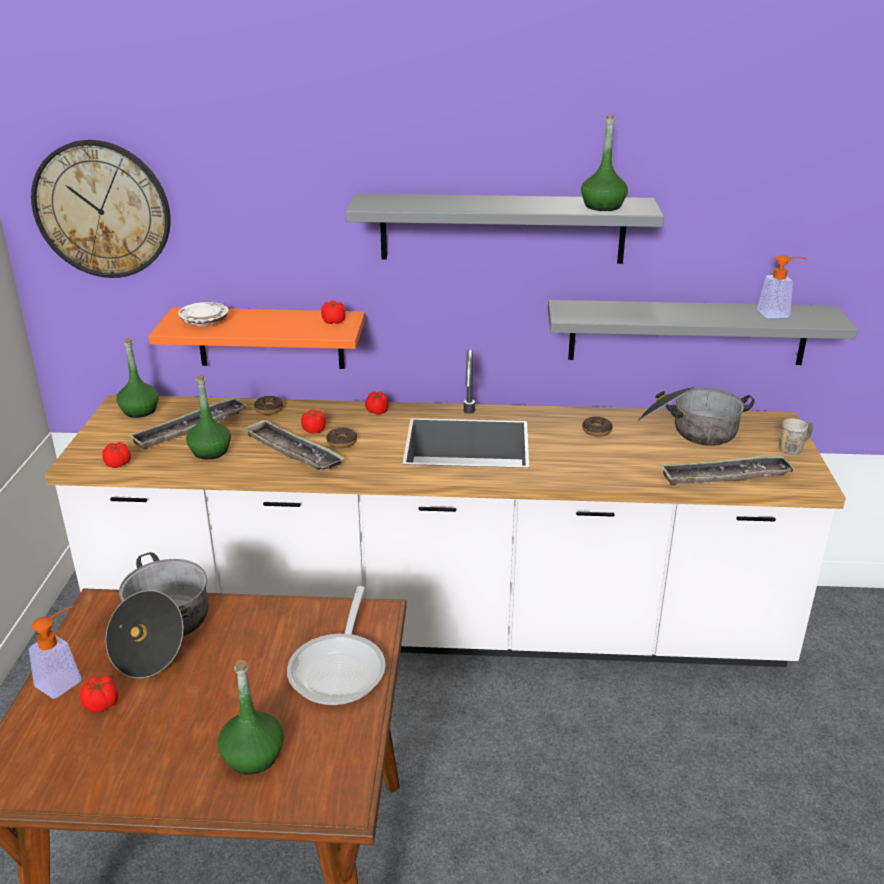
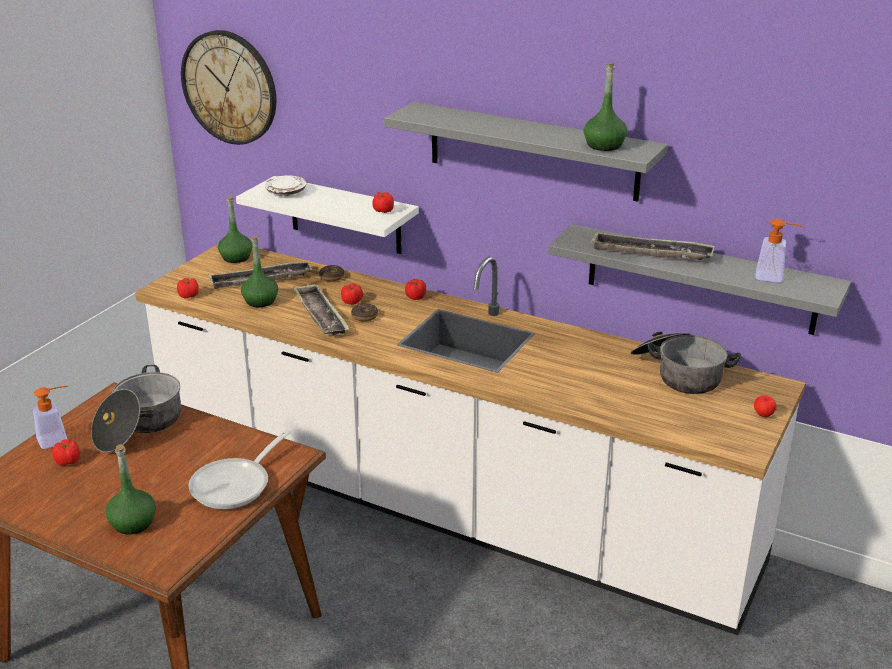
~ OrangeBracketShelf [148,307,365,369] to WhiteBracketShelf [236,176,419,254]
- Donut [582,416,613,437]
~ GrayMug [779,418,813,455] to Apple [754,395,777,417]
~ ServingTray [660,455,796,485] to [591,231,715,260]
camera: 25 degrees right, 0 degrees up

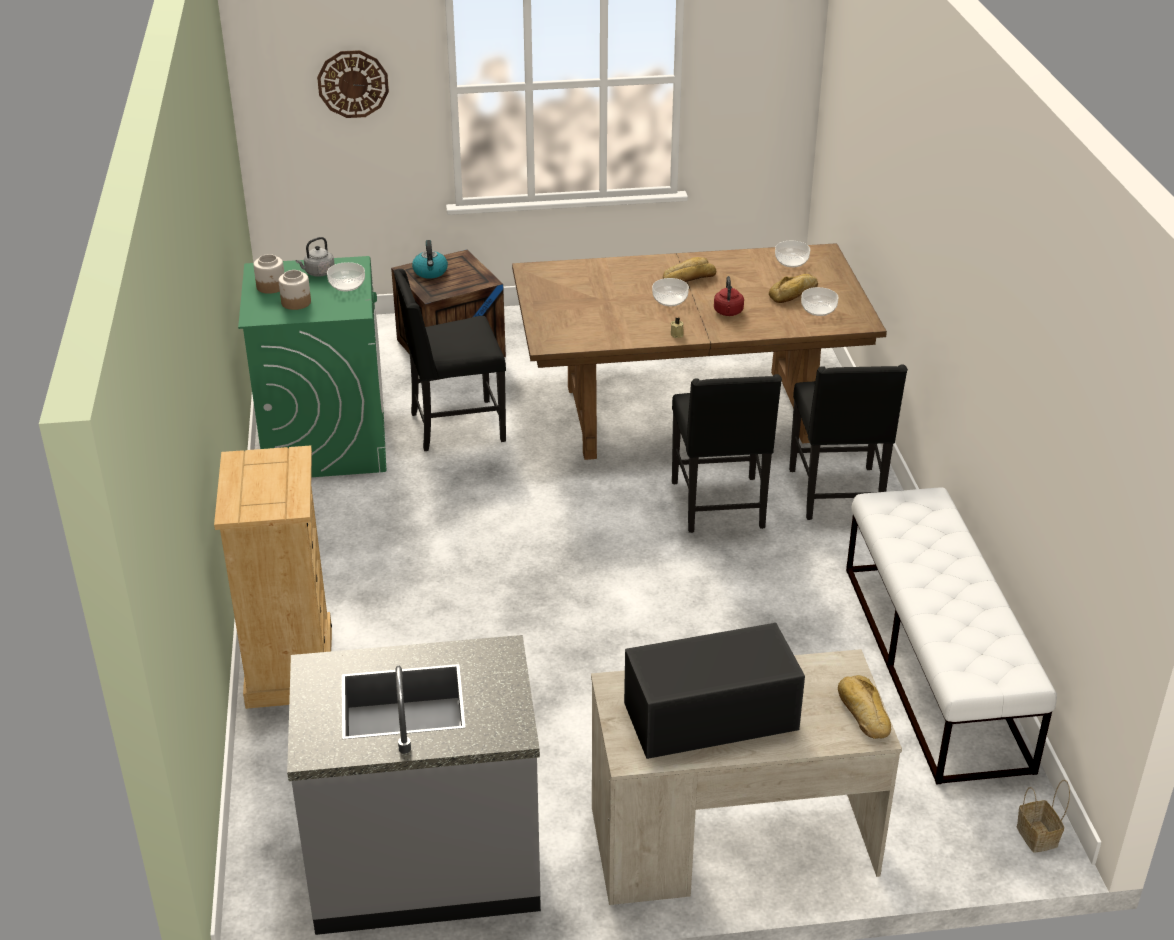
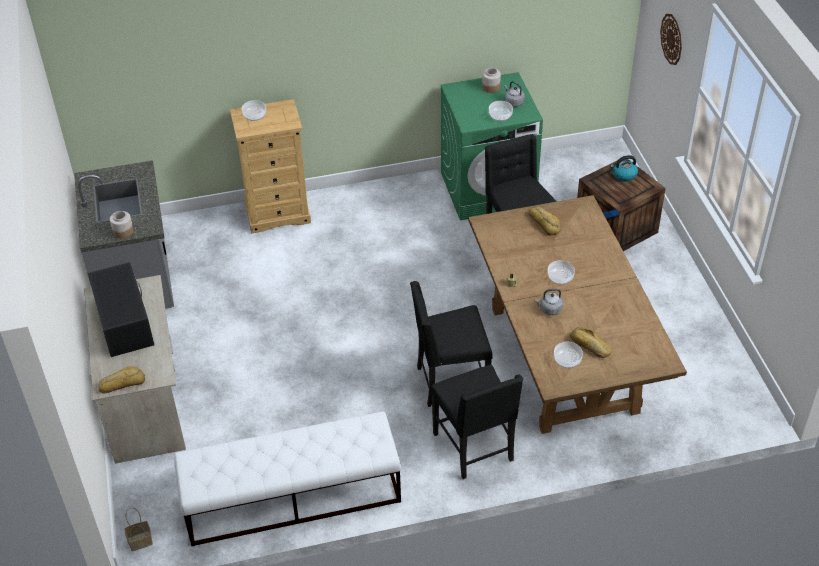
~ ServingBowl [775,241,810,267] to [242,100,266,121]
~ Bread [663,257,716,282] to [529,206,561,235]
~ PreserveJar [278,270,311,310] to [110,211,134,238]
~ RedKettle [714,276,744,316] to GrayKettle [534,289,563,315]
~ BlackishUprightChair [789,365,908,520] = [431,364,523,479] 105 degrees counterclockwise
camera: 85 degrees right, 10 degrees up

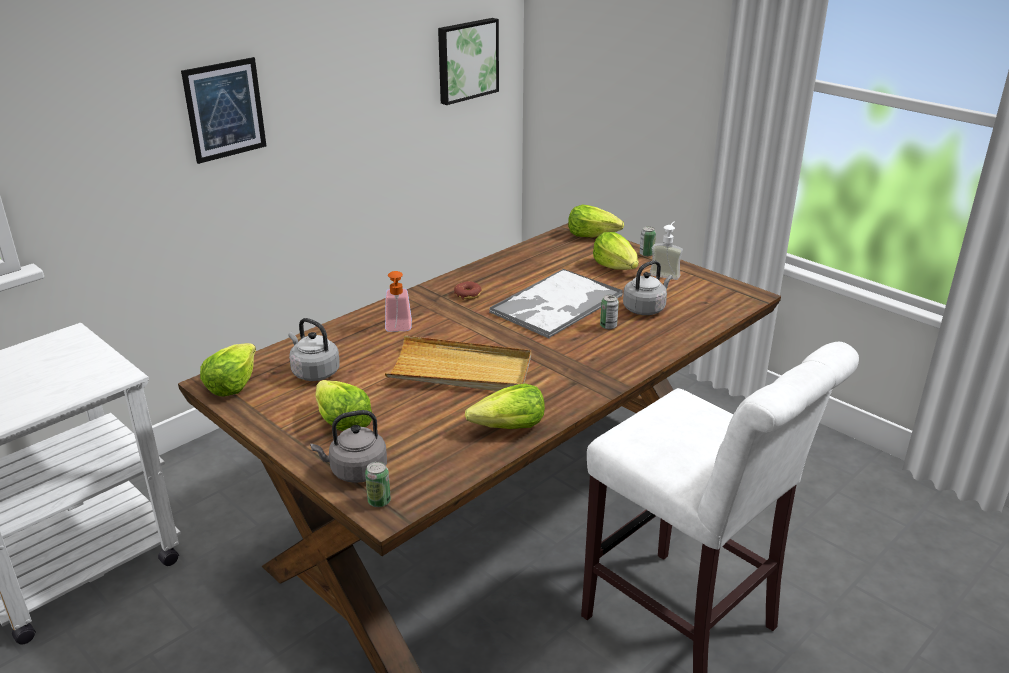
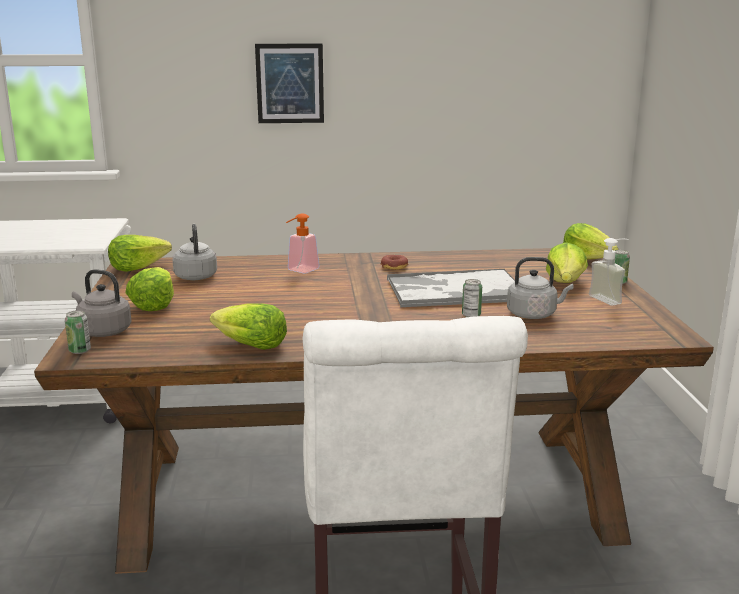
- WallPicture [438,18,499,105]
- SandColouredServingTray [385,336,531,391]
camera: 40 degrees right, 10 degrees down

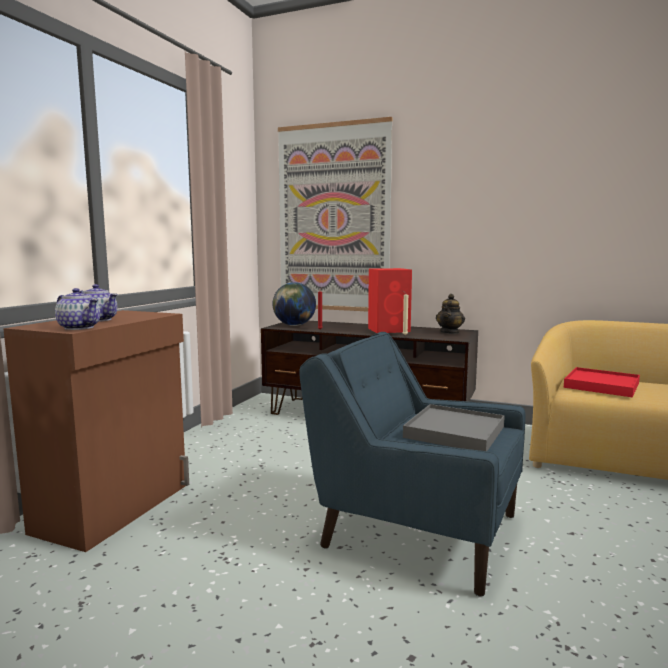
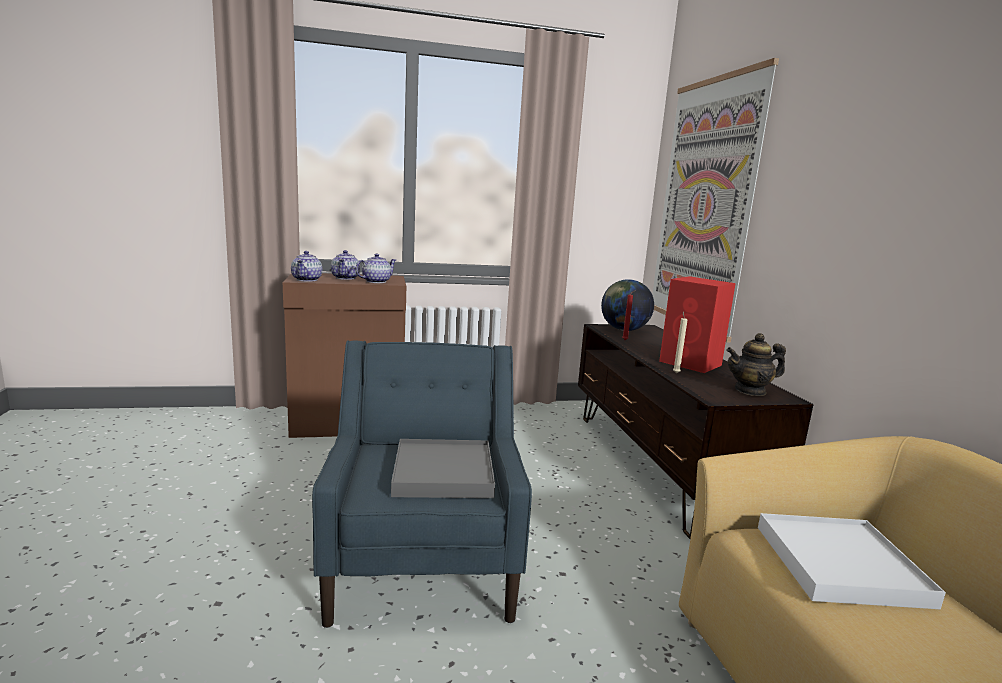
~ RedServingTray [564,367,640,397] to WhiteServingTray [758,513,946,609]
+ Teapot [355,253,396,283]
camera: 55 degrees right, 5 degrees up

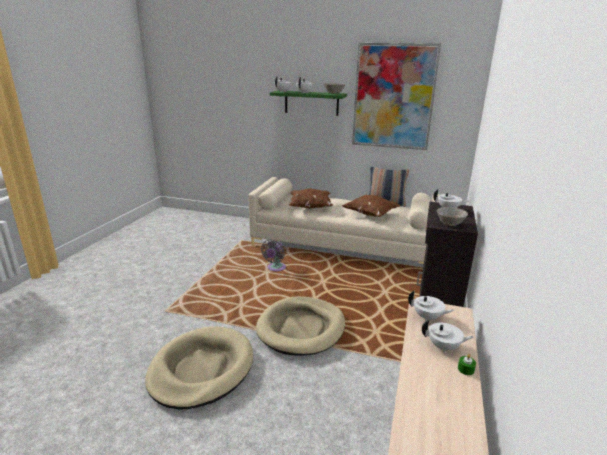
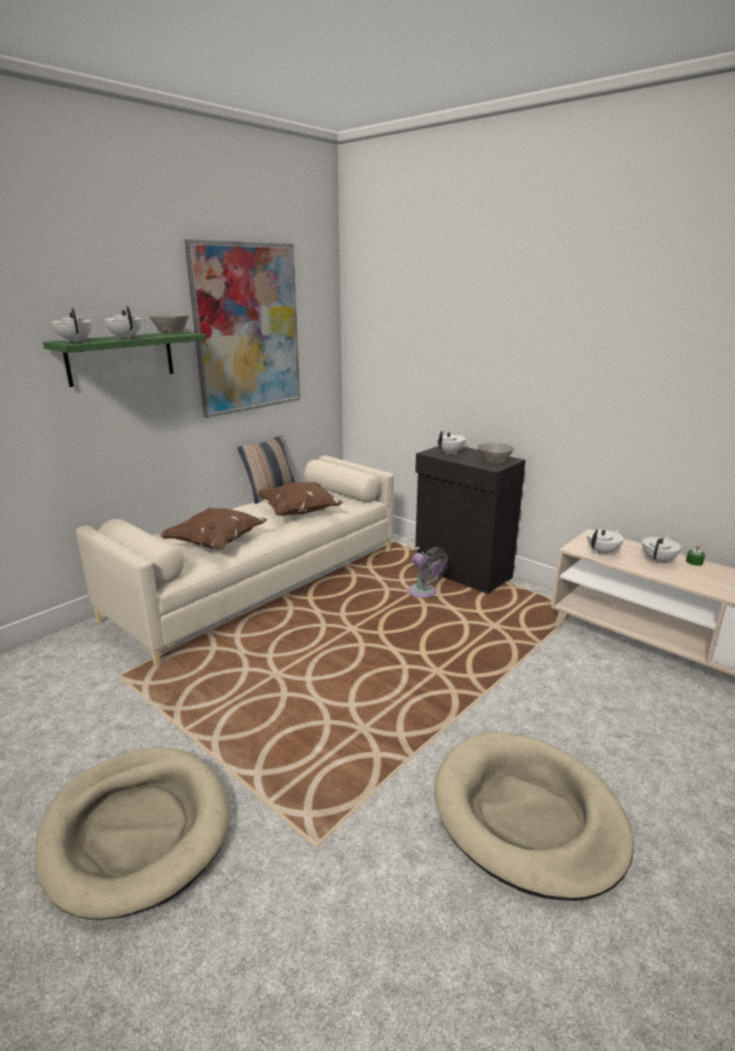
~ GrayFan [261,239,286,271] to [408,547,448,598]
~ SandColouredDogCushion [256,296,345,356] to [35,747,230,920]
camera: 65 degrees left, 0 degrees up

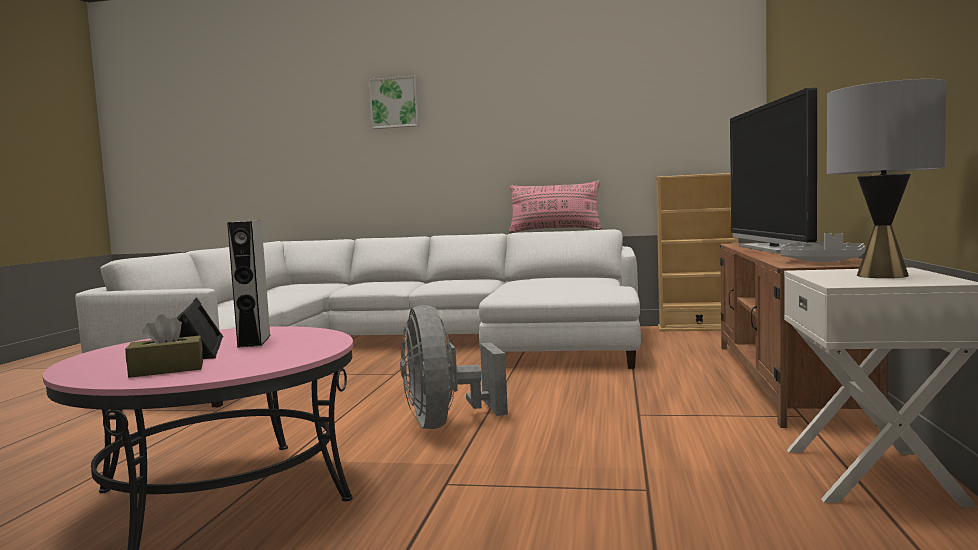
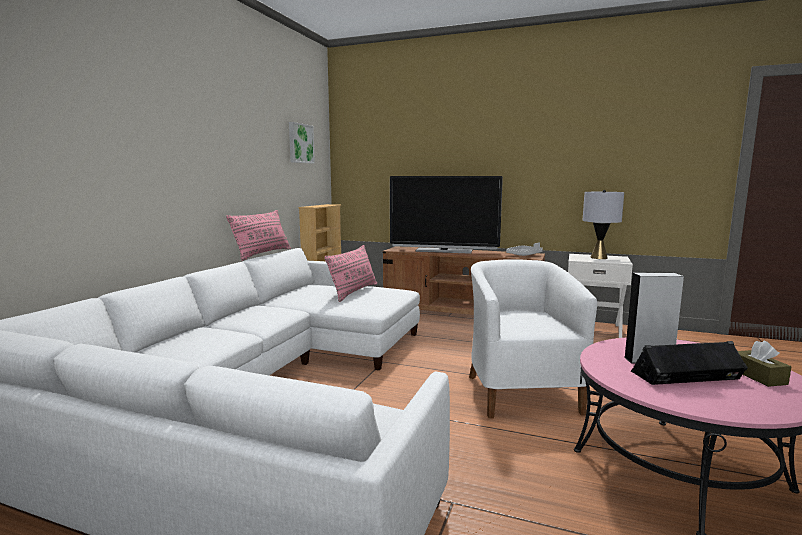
~ WallPicture [368,76,420,129] to [289,122,315,164]
~ GrayFan [400,305,508,429] to WhiteLoungeChair [469,259,597,418]
+ PinkishPillow [324,245,377,302]
camera: 80 degrees left, 5 degrees up

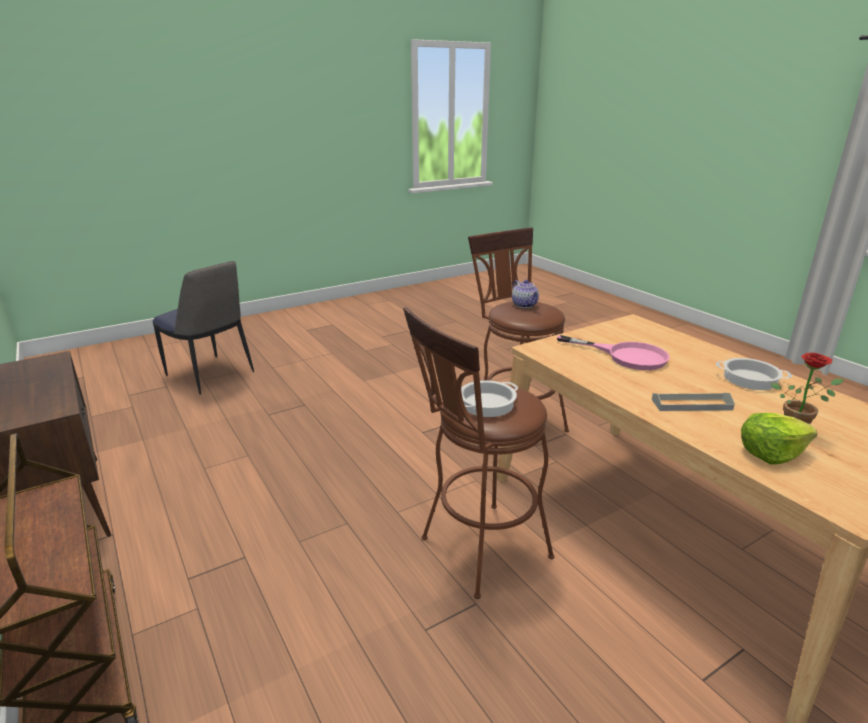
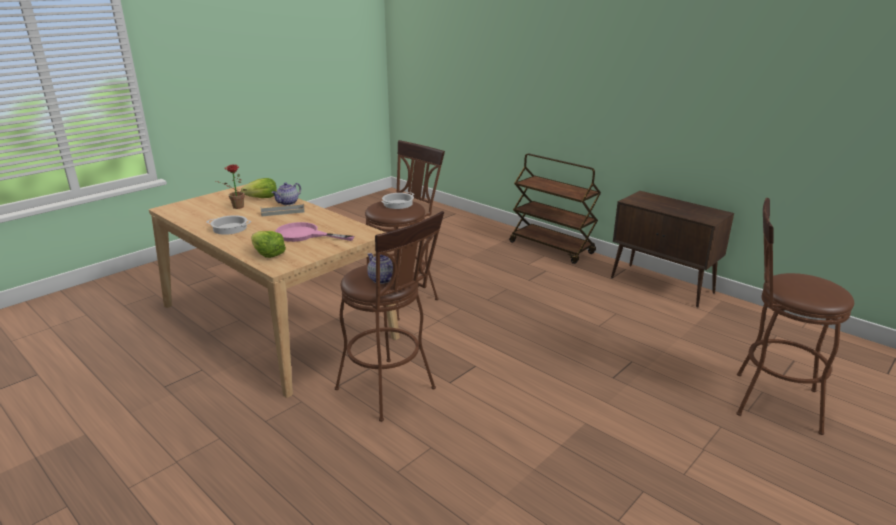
~ UprightChair [152,261,254,394] to BrownColouredSittingStool [736,198,854,435]
+ Teapot [272,182,301,205]
+ LettuceHead [251,231,286,258]
camera: 165 degrees right, 0 degrees up

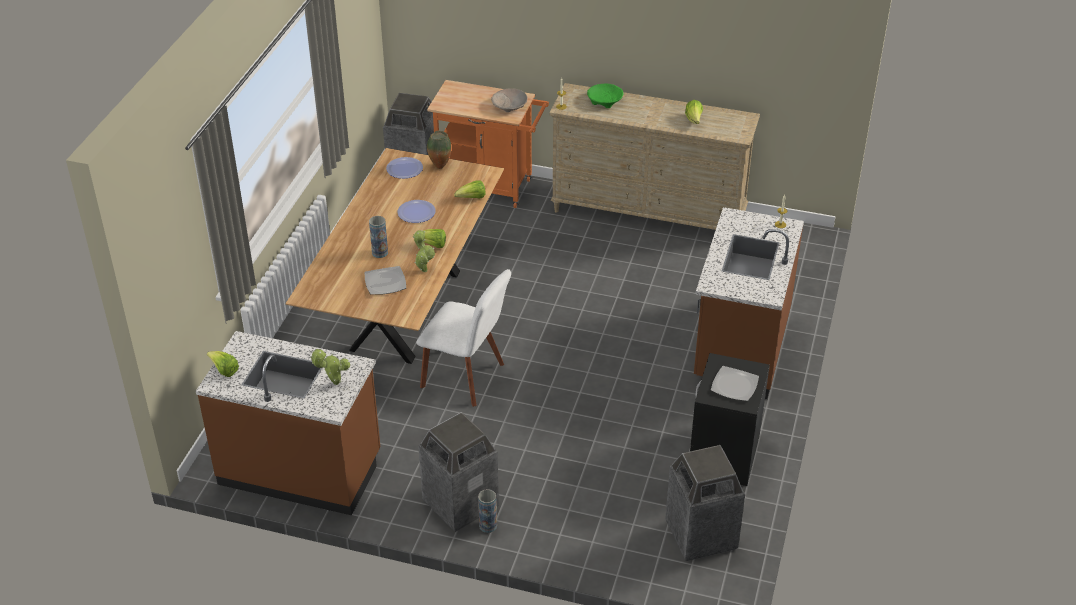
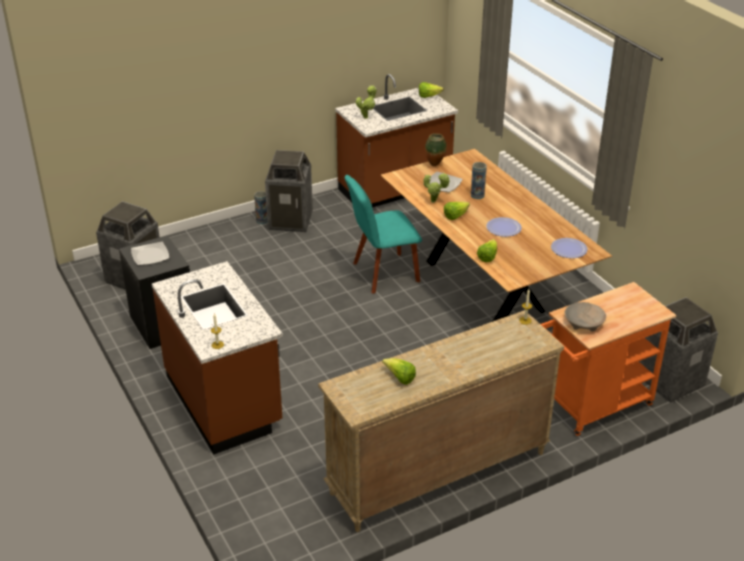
- GreenServingBowl [587,84,623,108]
~ DecorativeVase [427,131,451,169] to [425,133,447,166]
~ WhiteUprightChair [416,269,511,407] to BlueGreenUprightChair [345,175,422,294]
camera: 135 degrees right, 5 degrees down

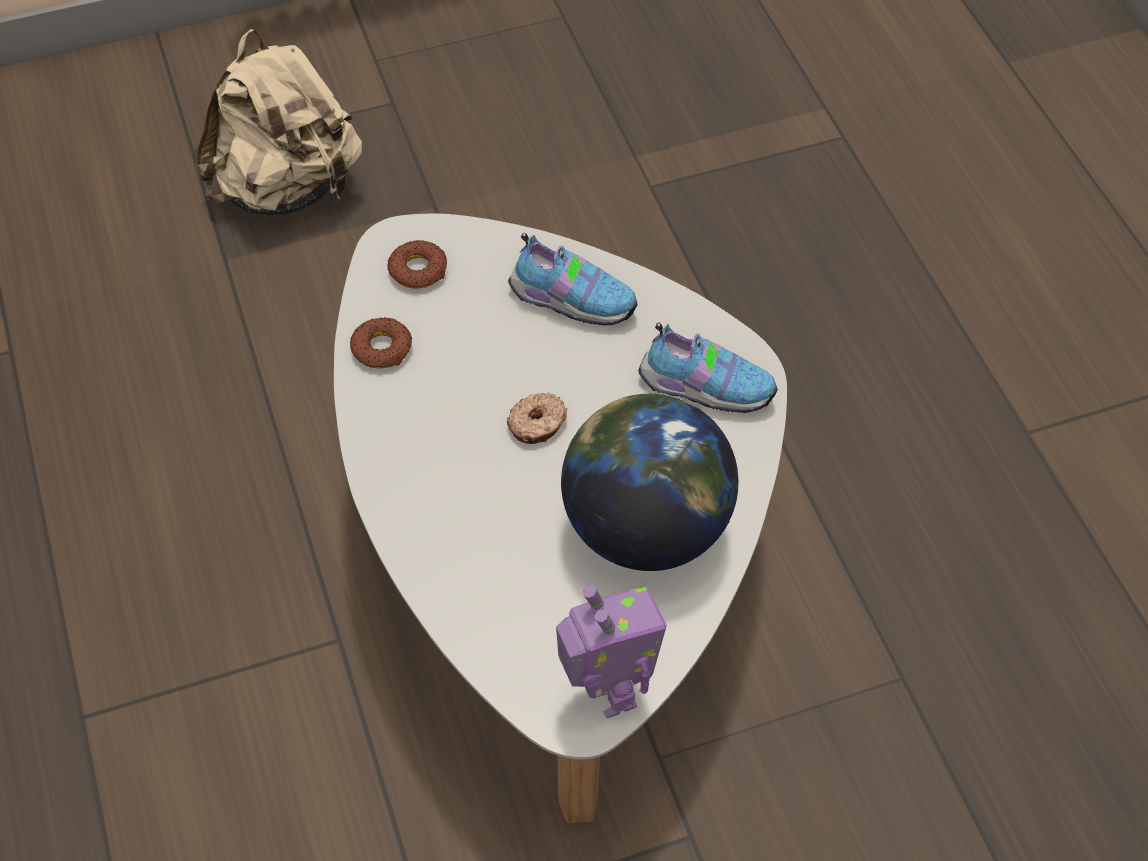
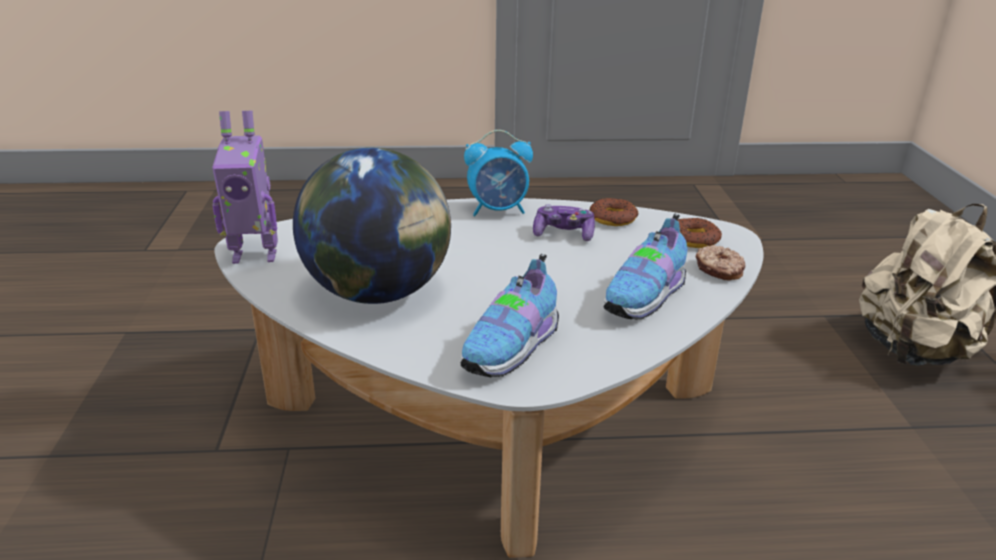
~ Donut [507,393,567,444] to [695,245,745,281]
+ AlarmClock [464,130,533,216]
+ Joypad [533,204,595,241]
camera: 105 degrees right, 25 degrees down

